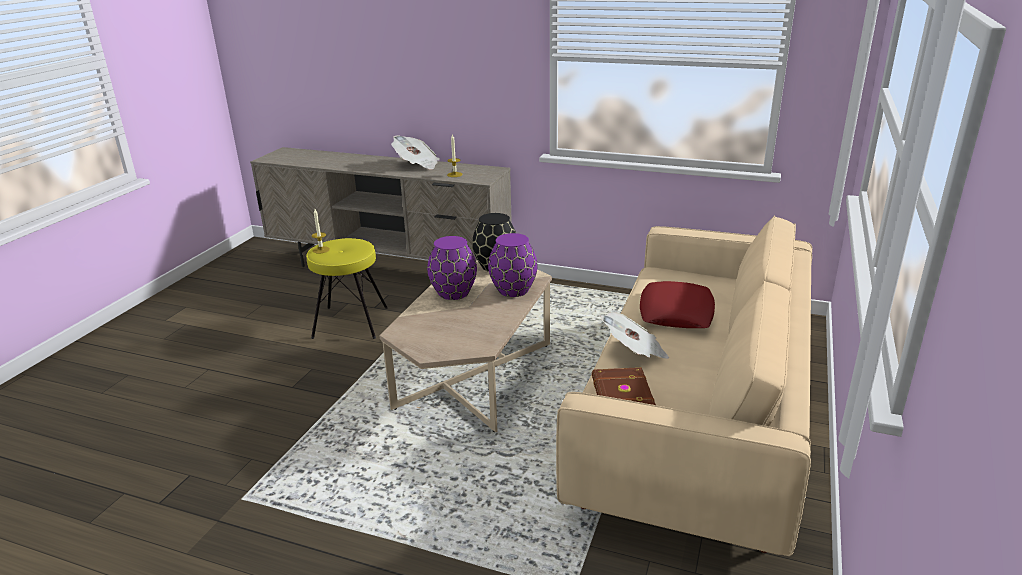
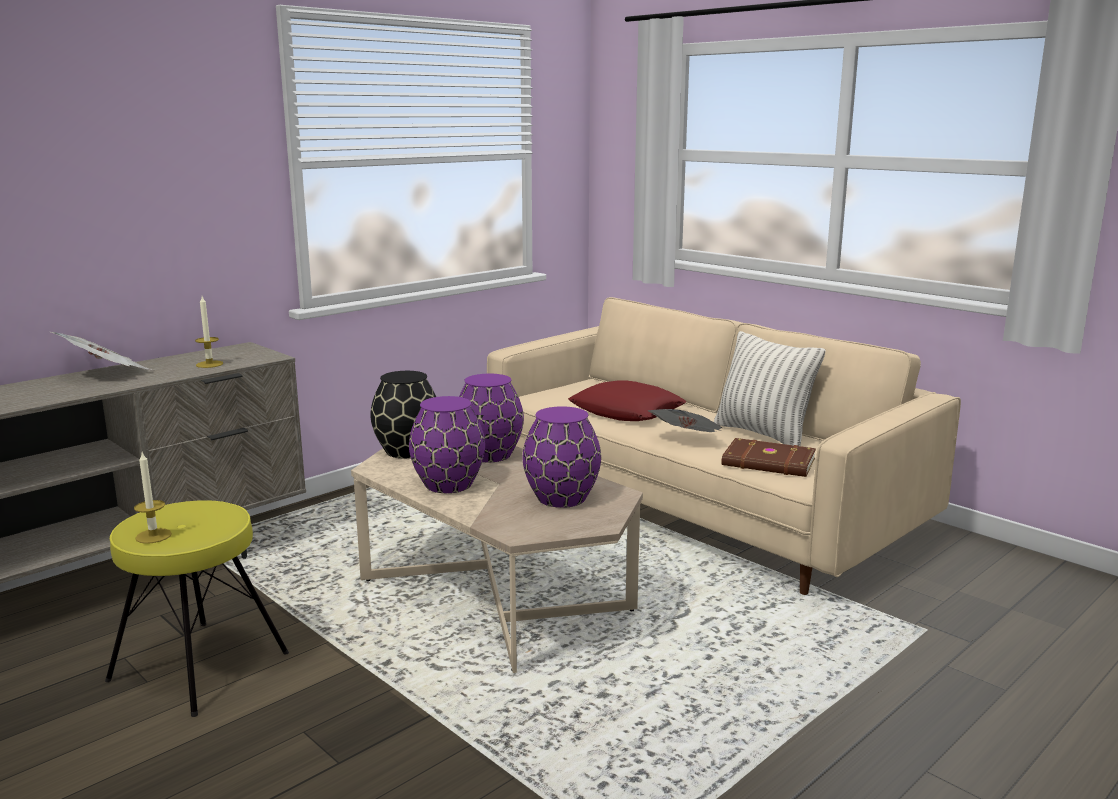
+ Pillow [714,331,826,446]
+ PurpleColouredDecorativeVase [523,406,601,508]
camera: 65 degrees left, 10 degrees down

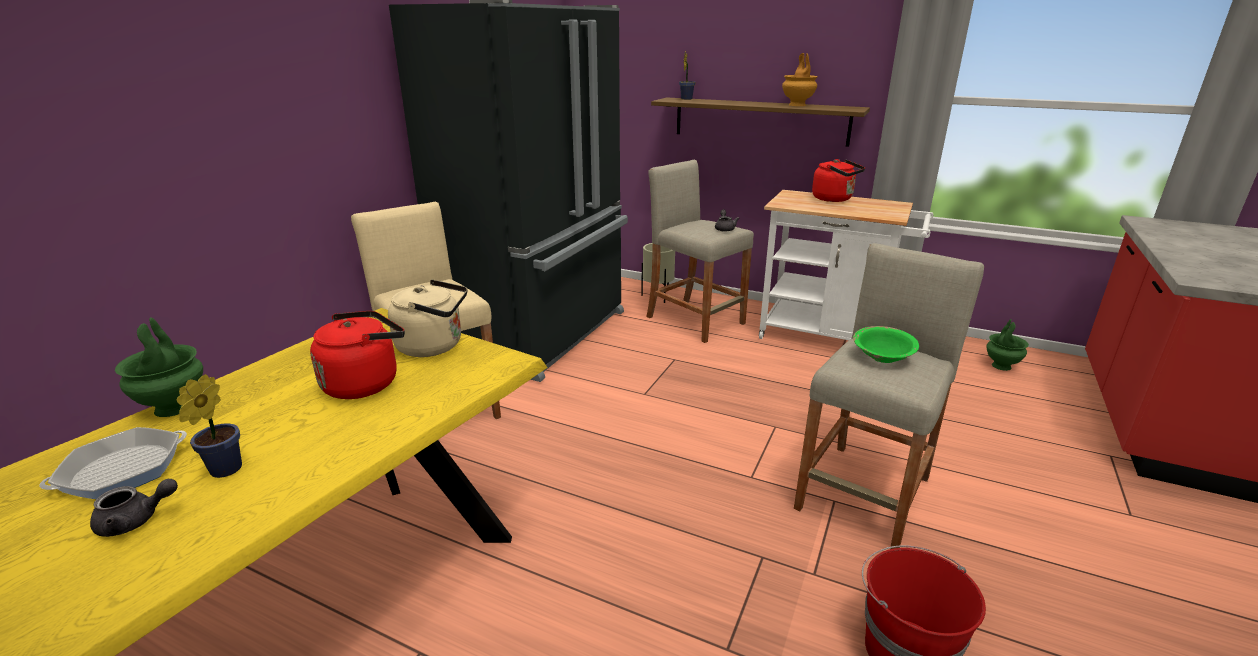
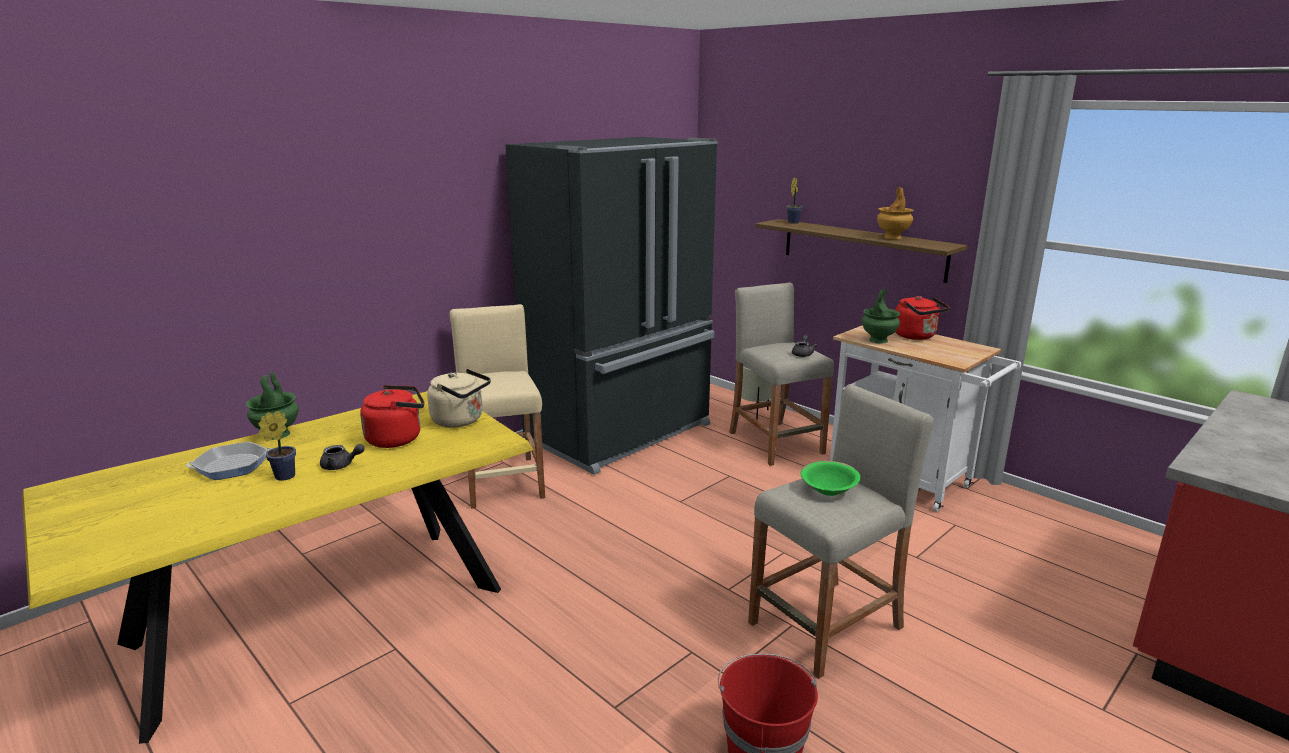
~ GreenDecorativeVase [986,319,1029,371] to [862,289,900,343]
~ GrayTeapot [90,479,178,537] to [320,444,365,470]
camera: 20 degrees right, 5 degrees down

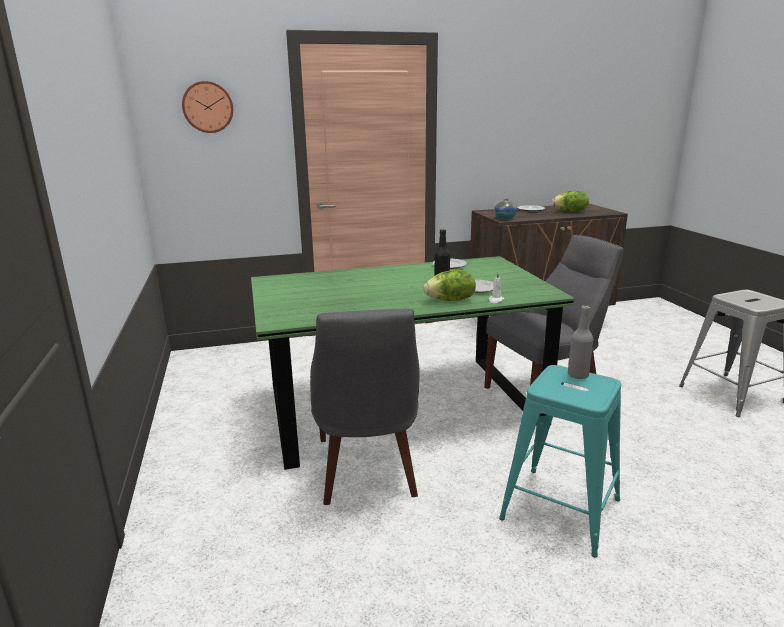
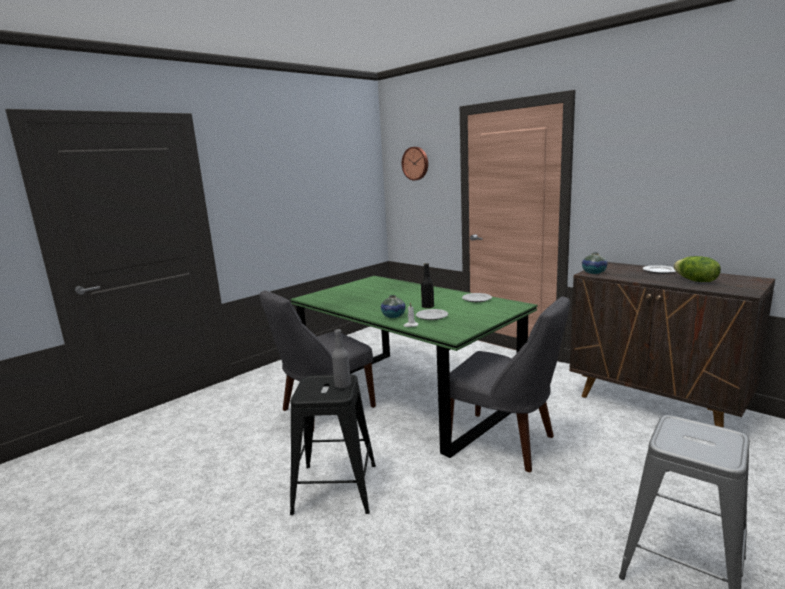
~ LettuceHead [424,270,476,301] to DecorativeVase [381,295,406,318]
~ BlueGreenSittingStool [499,365,621,557] to BlackishSittingStool [290,375,376,515]
camera: 60 degrees right, 5 degrees down

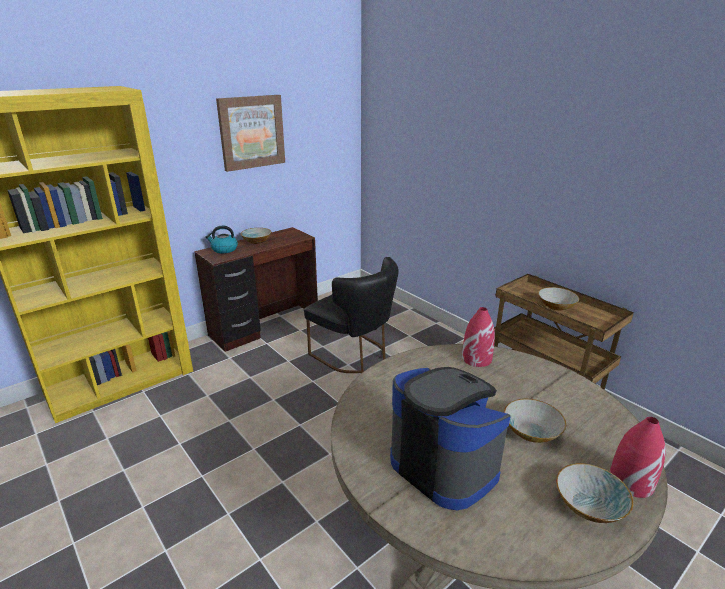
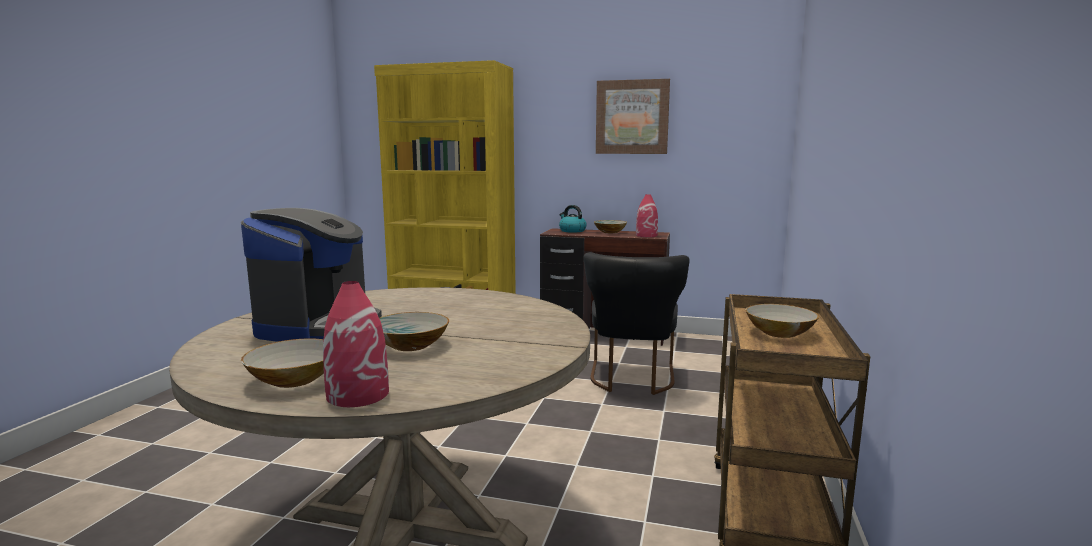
~ RedDecorativeVase [462,307,495,367] to [636,194,658,237]
camera: 55 degrees right, 15 degrees down

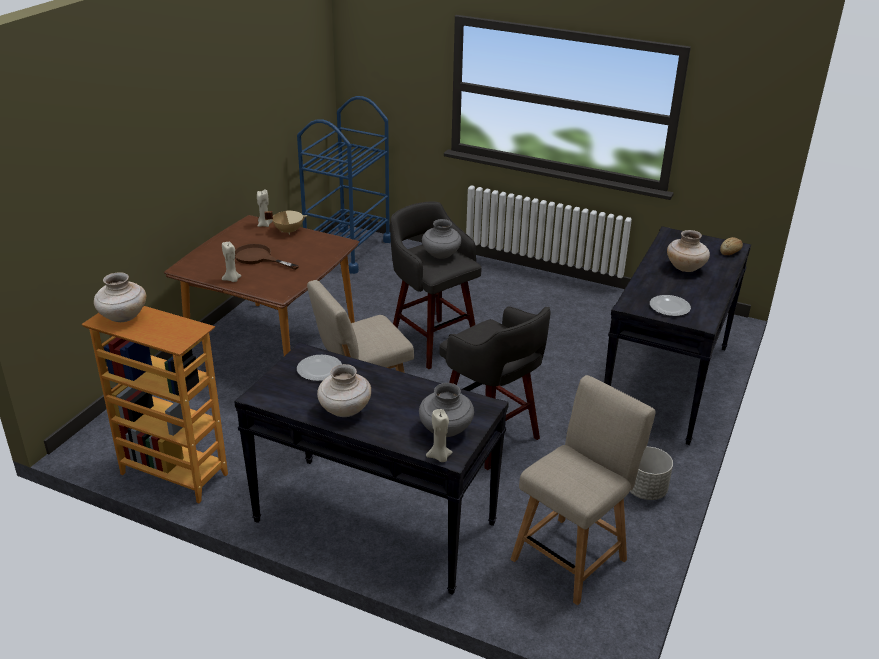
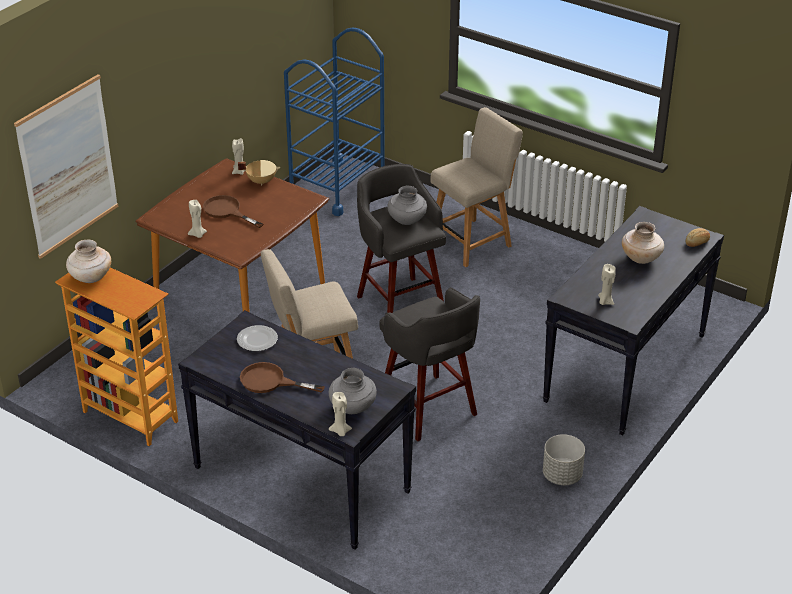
~ Plate [650,295,691,316] to SandColouredWaxLight [598,264,616,305]
~ SandColouredDecorativeVase [317,364,371,417] to BrownColouredPan [240,362,325,393]
~ SandColouredUprightChair [511,375,655,605] to [430,107,523,267]
+ WallPicture [14,74,118,259]
camera: 10 degrees right, 5 degrees up

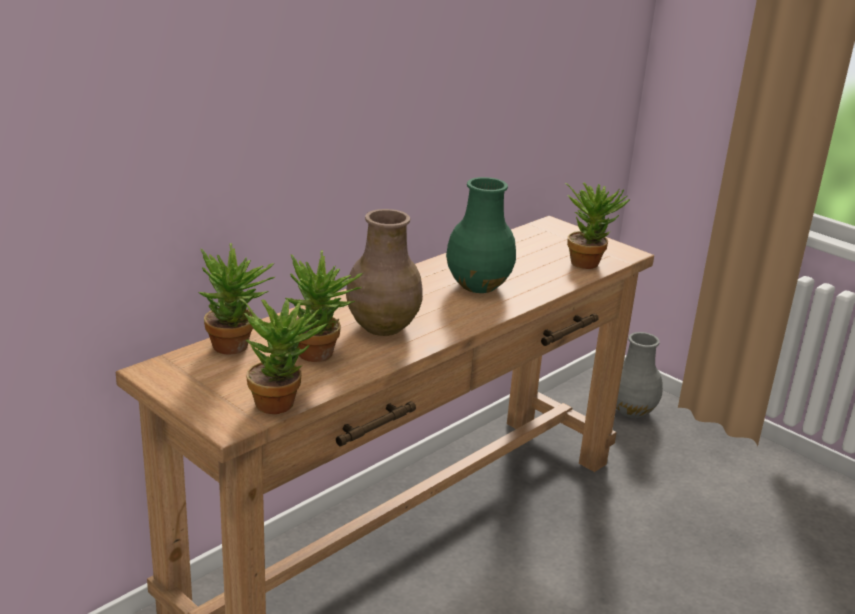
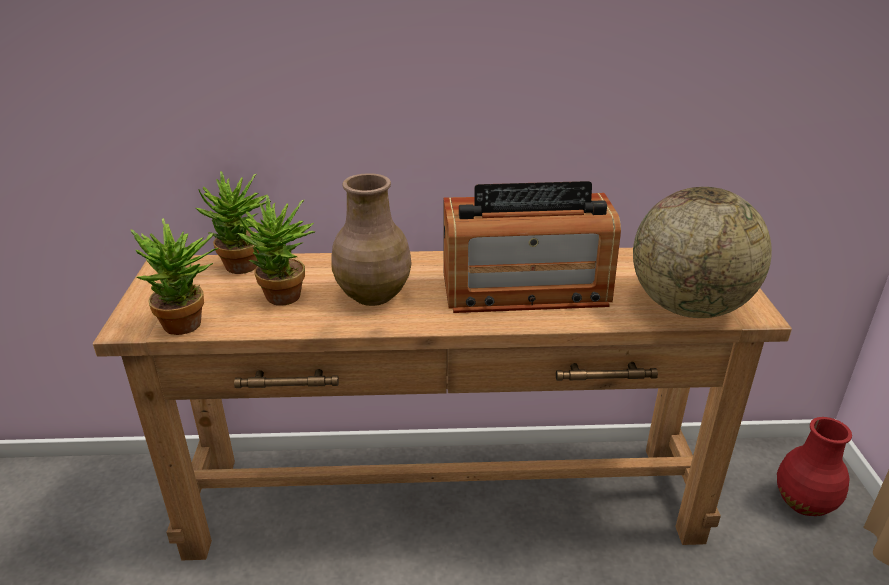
~ GreenDecorativeVase [446,177,516,293] to Radio [444,181,621,313]
~ PlantInAPot [565,183,630,269] to DeskGlobe [633,187,772,318]
~ GrayDecorativeVase [616,332,663,418] to RedDecorativeVase [777,417,852,516]
camera: 45 degrees right, 5 degrees up

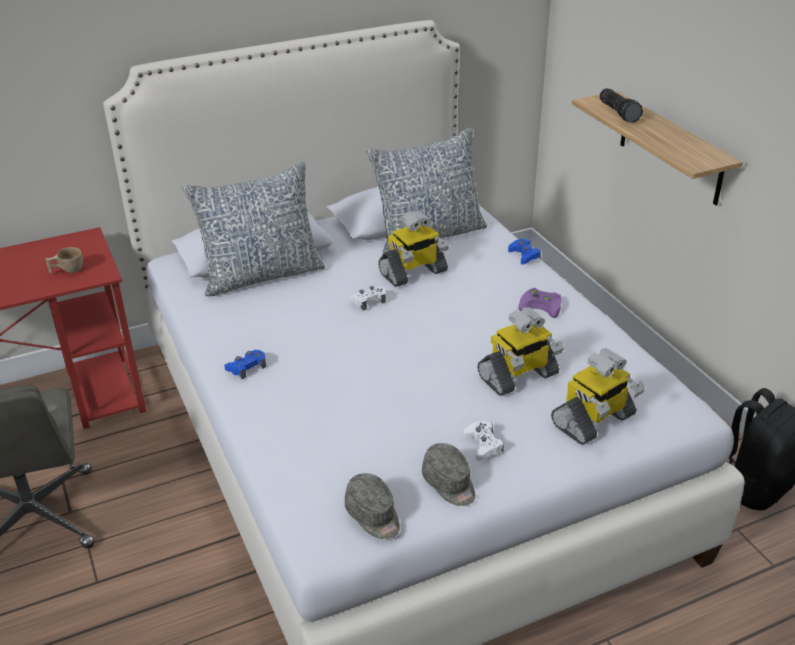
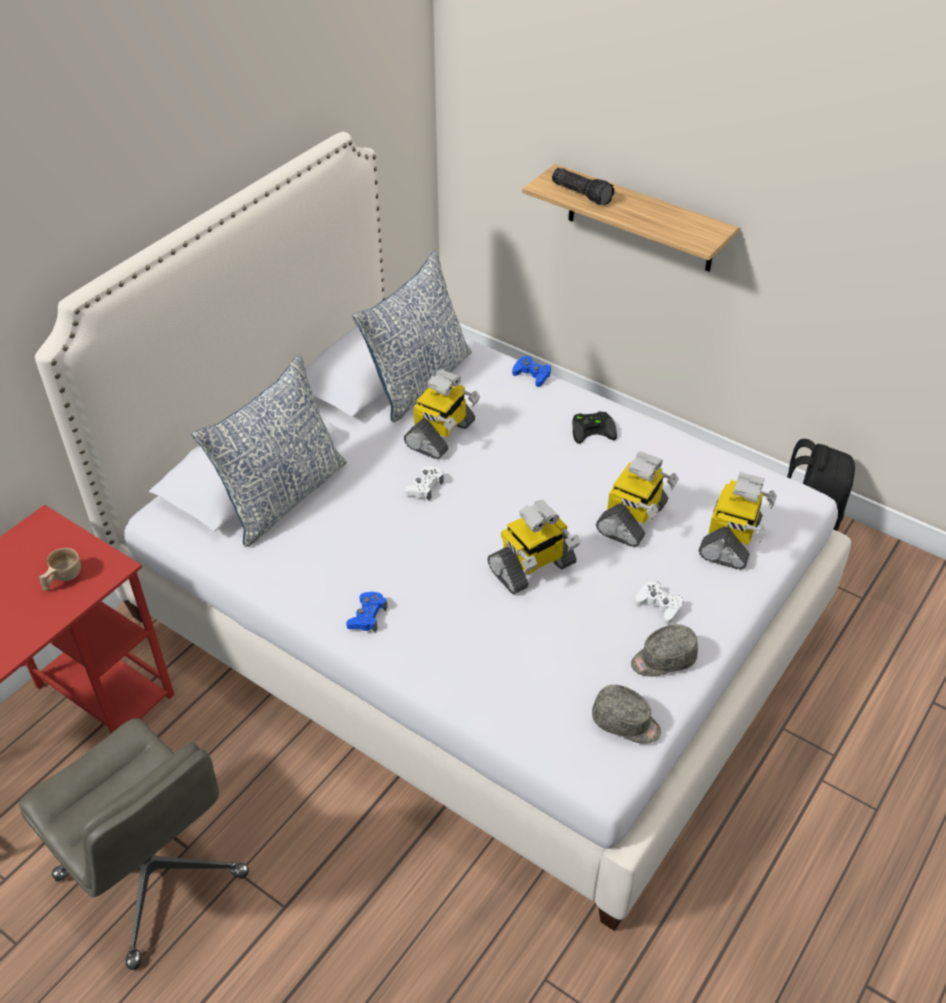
~ PurpleColouredJoypad [518,288,562,318] to BlackishJoypad [572,412,617,444]
~ GrayCap [422,443,475,506] = [631,624,698,677] 135 degrees clockwise
+ RobotFigure [488,500,580,594]
camera: 30 degrees left, 10 degrees up

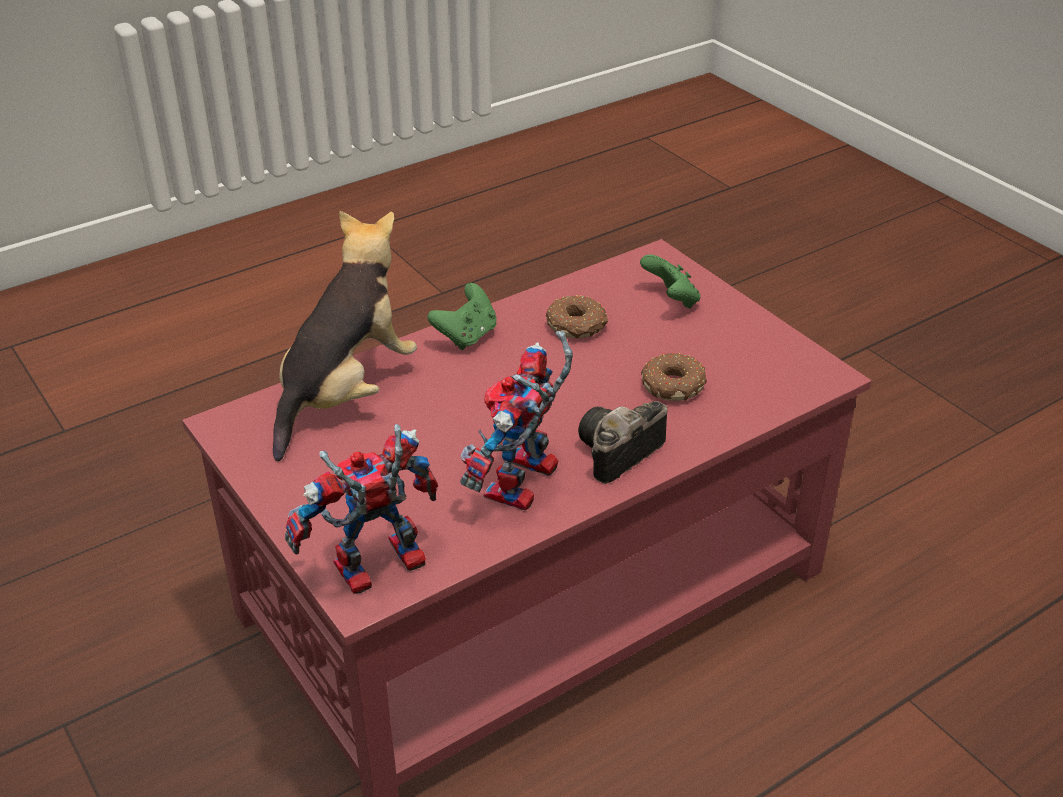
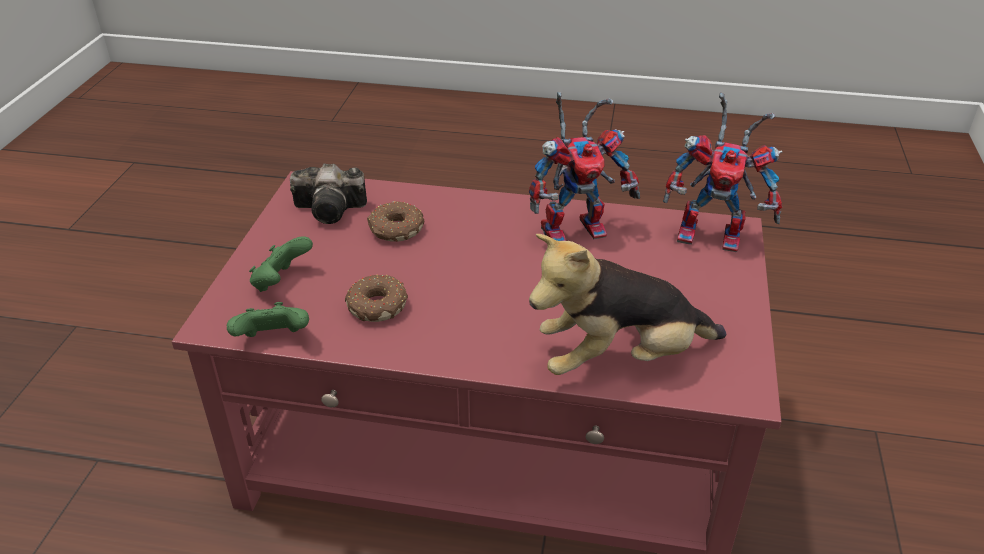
~ GreenJoypad [427,283,497,350] to [227,302,309,337]
~ StillCamera [578,401,667,484] to [290,163,367,224]
camera: 135 degrees left, 0 degrees up

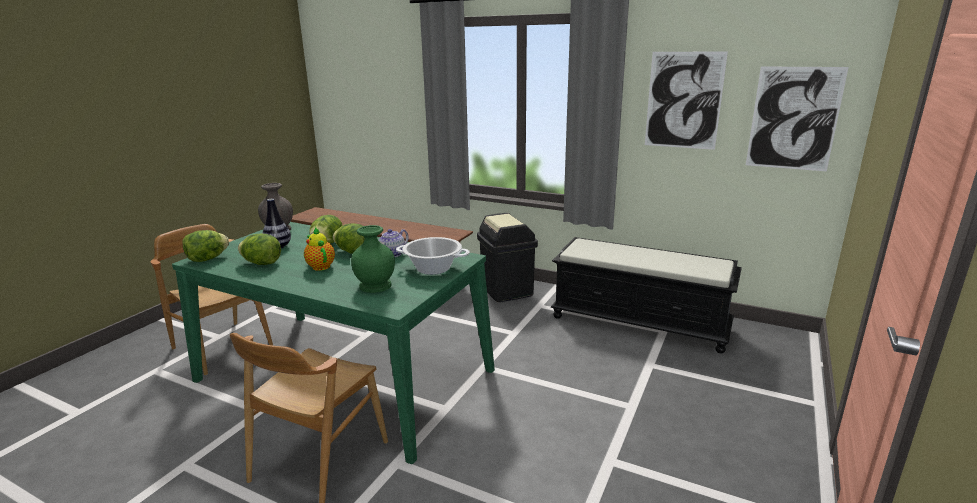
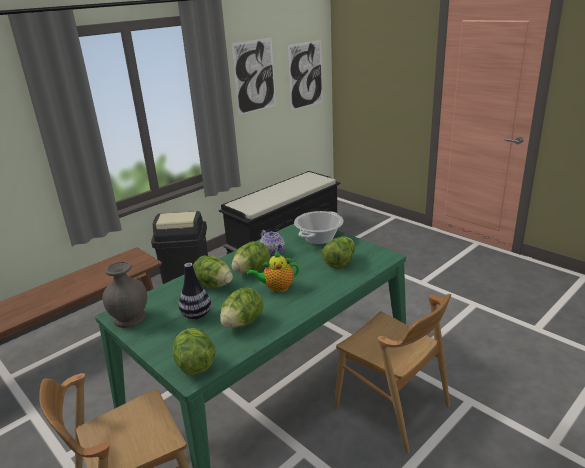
~ GreenDecorativeVase [351,225,395,293] to LettuceHead [322,237,355,269]
camera: 70 degrees left, 5 degrees up

